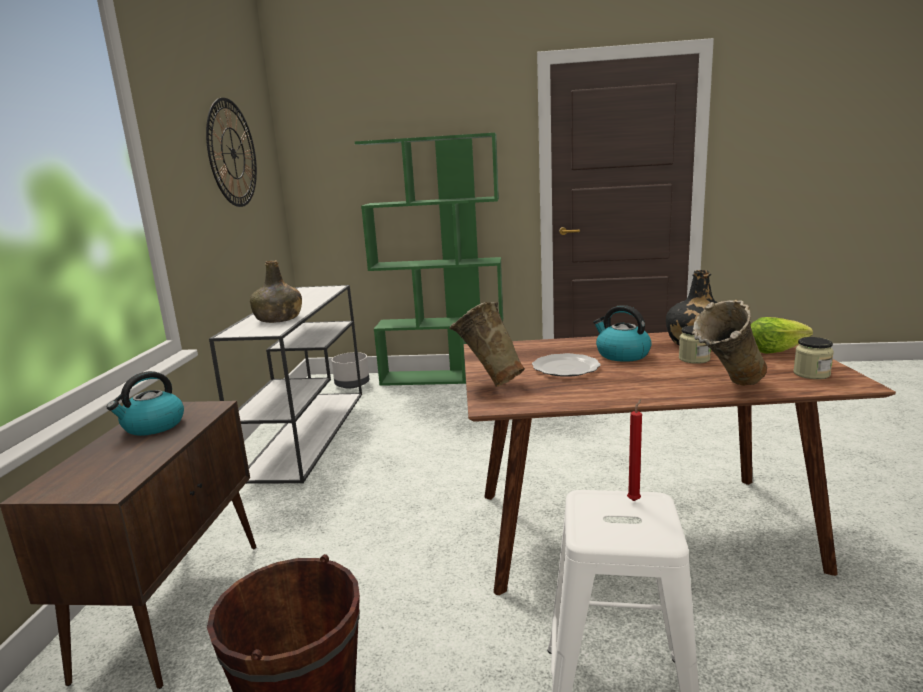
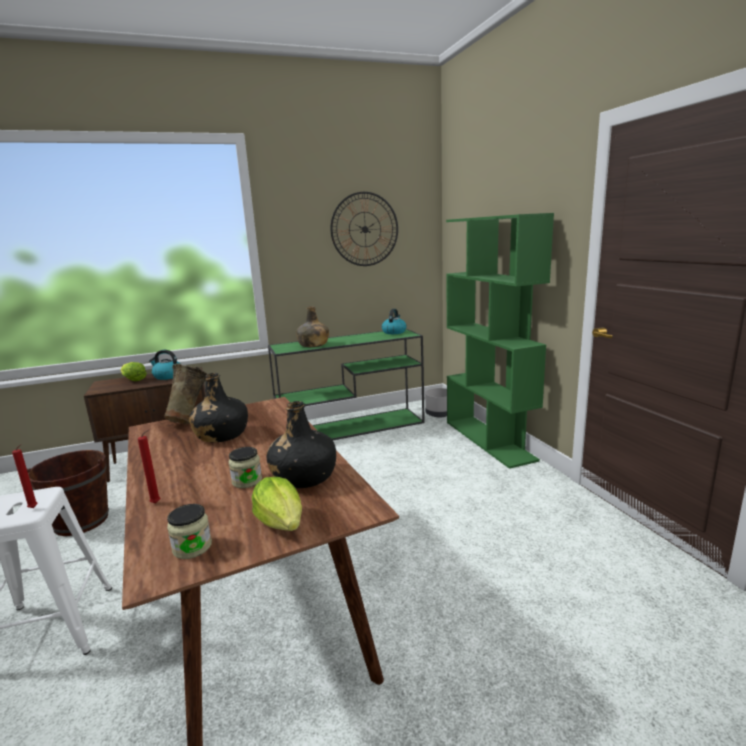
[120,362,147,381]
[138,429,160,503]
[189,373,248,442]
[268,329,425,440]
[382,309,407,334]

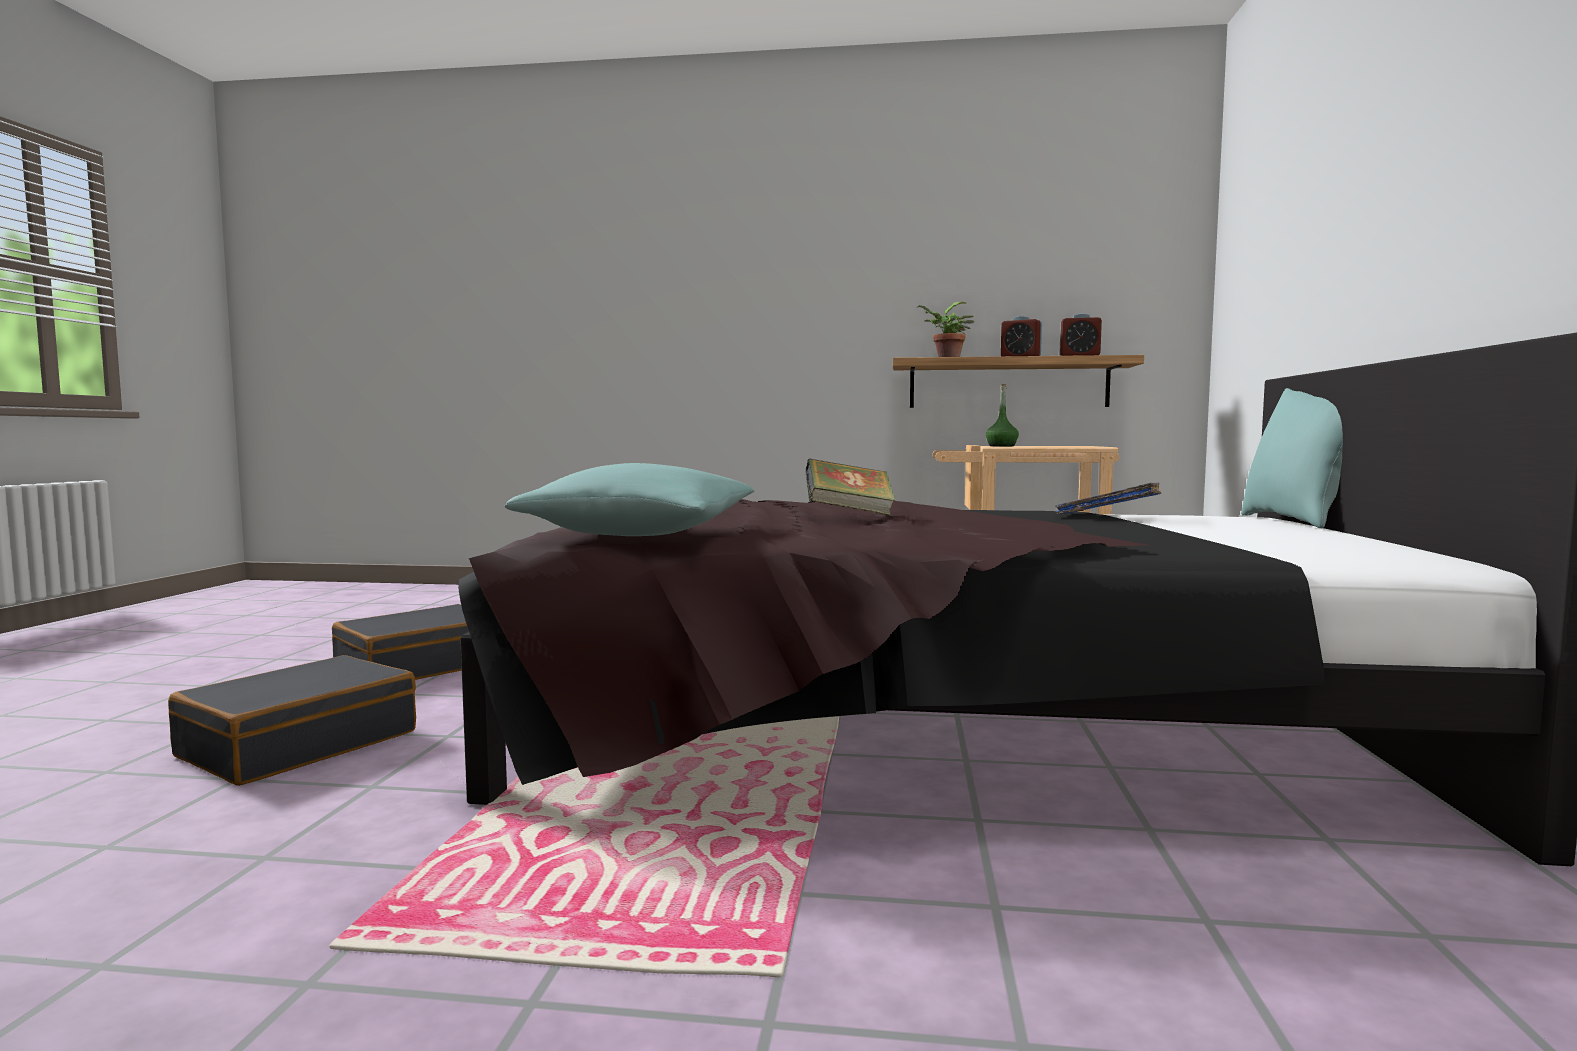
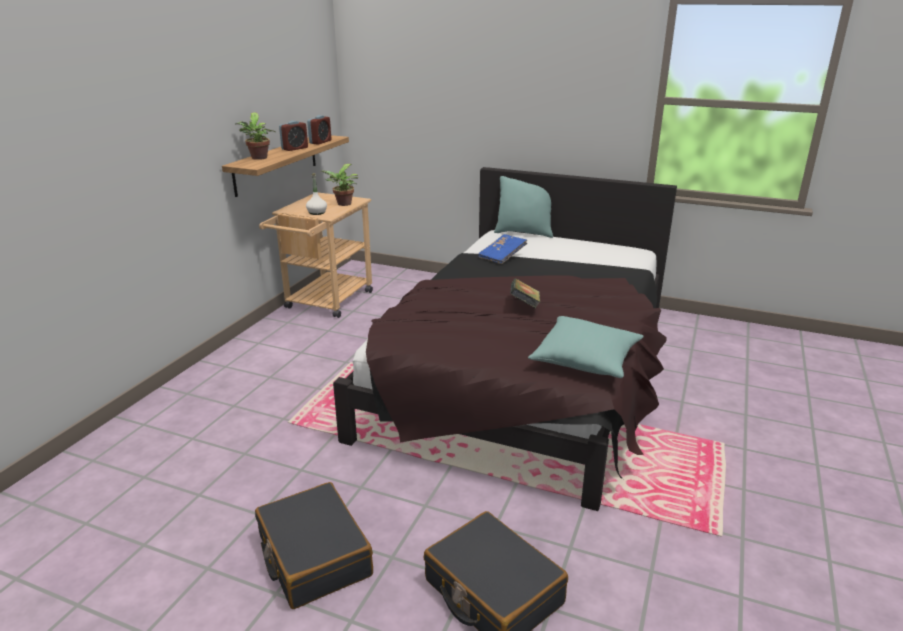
[306,173,327,215]
[320,164,359,206]

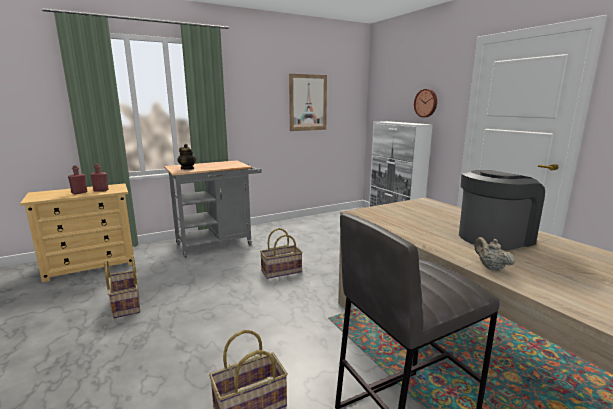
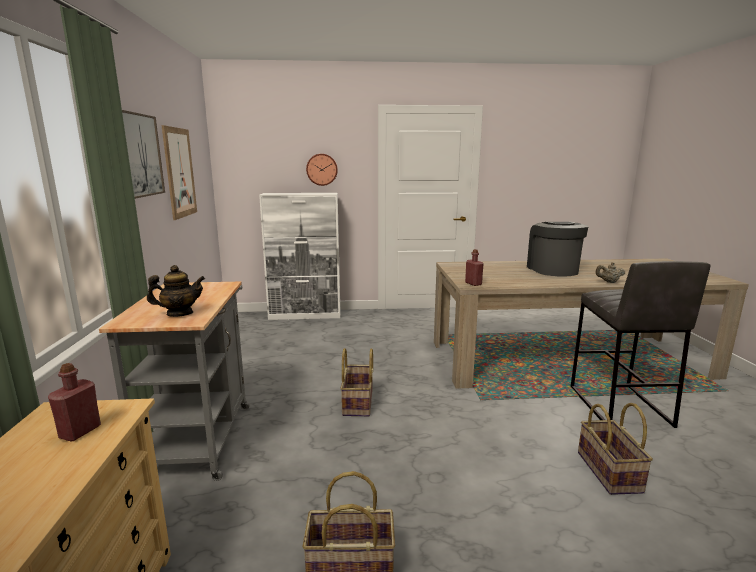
[122,110,165,199]
[465,249,484,286]

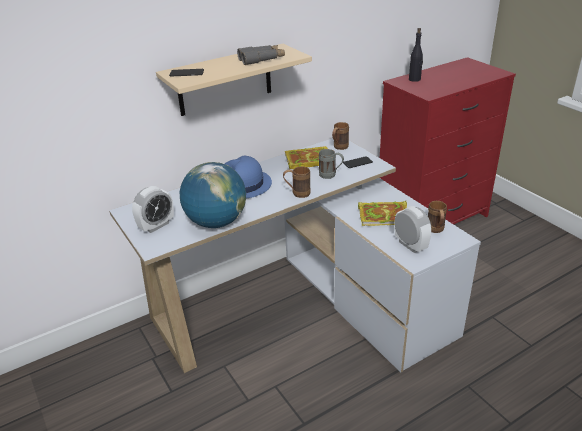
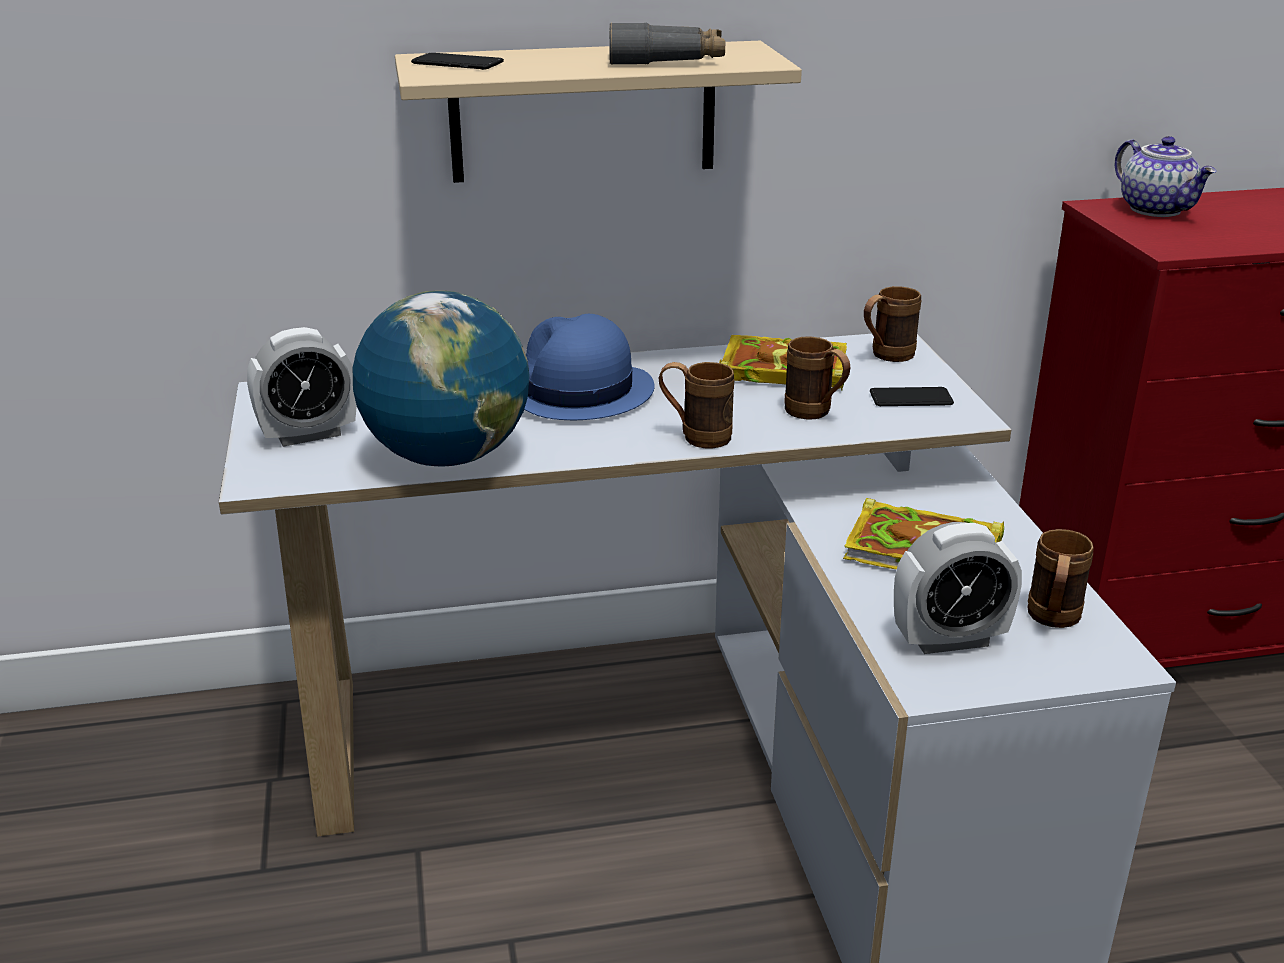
[784,336,851,420]
[894,522,1022,654]
[1114,136,1216,217]

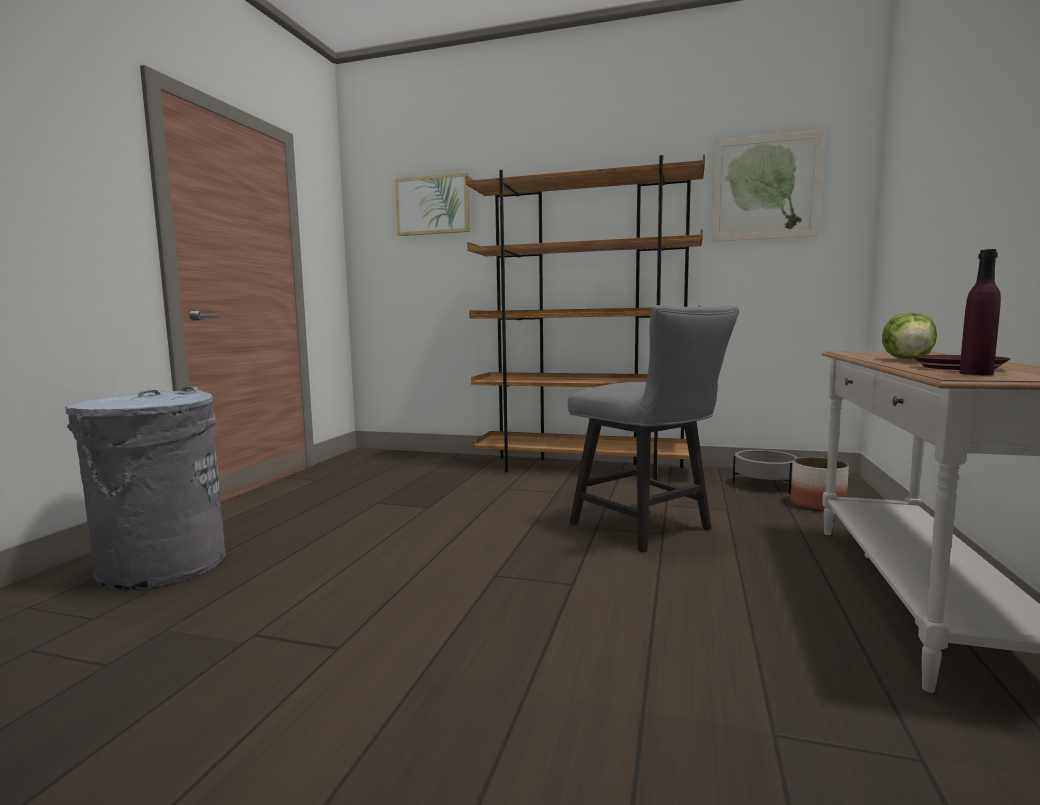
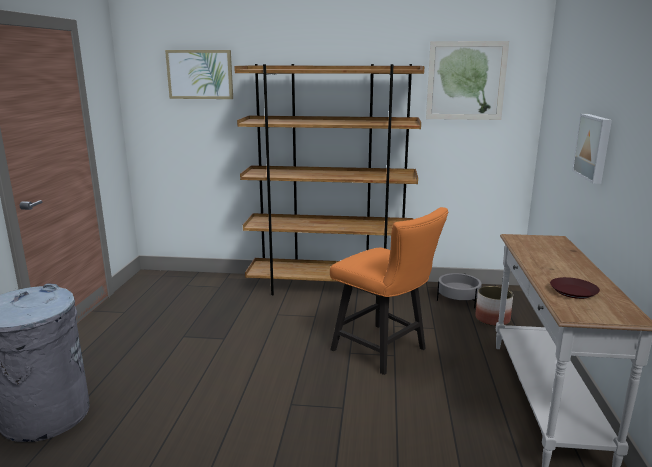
[330,207,448,375]
[572,114,612,184]
[882,313,937,360] (first image)
[959,249,1001,375] (first image)

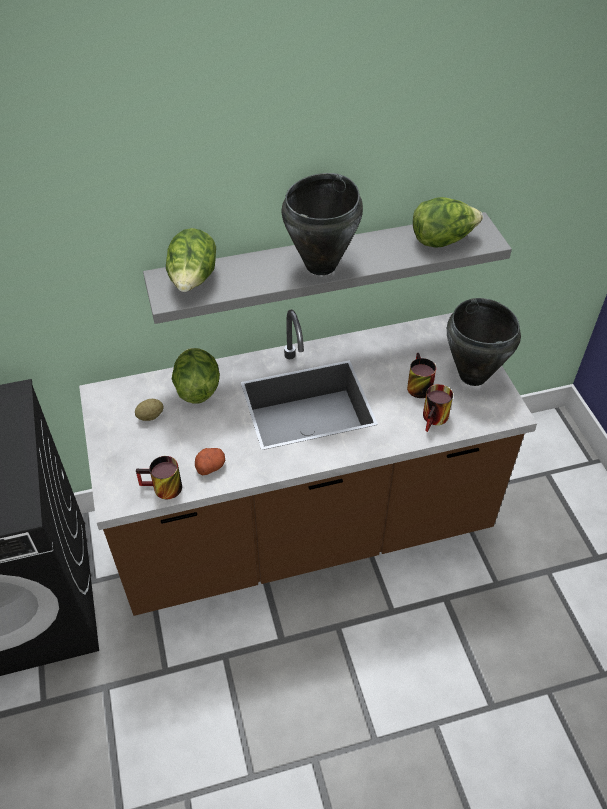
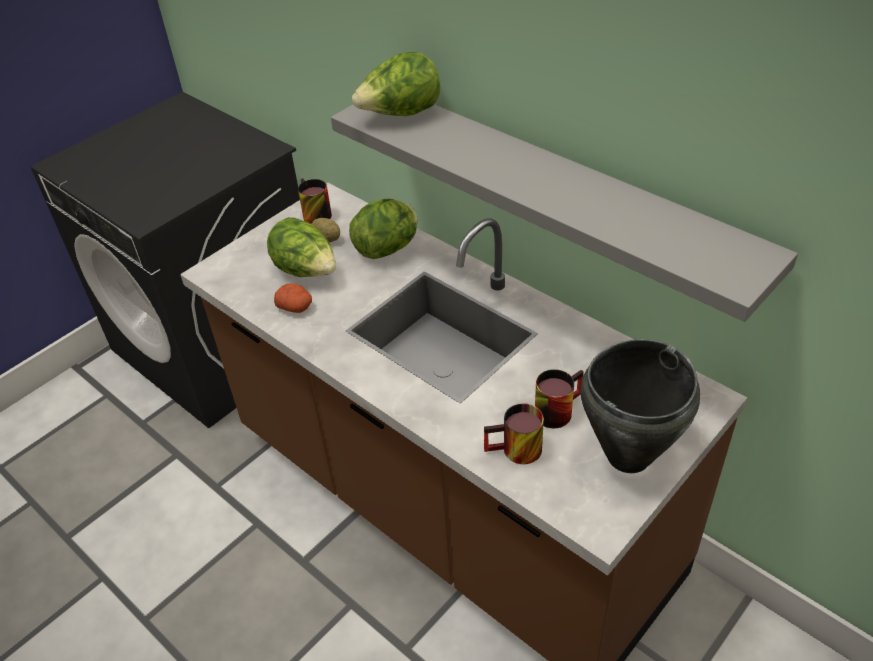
[267,217,336,277]
[298,178,332,224]
[282,173,363,275] (first image)

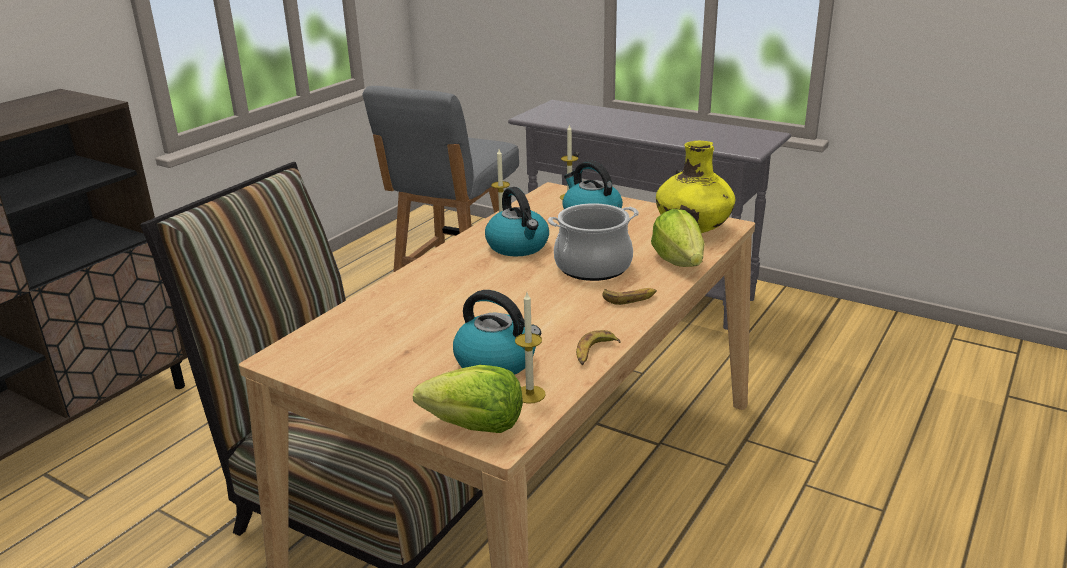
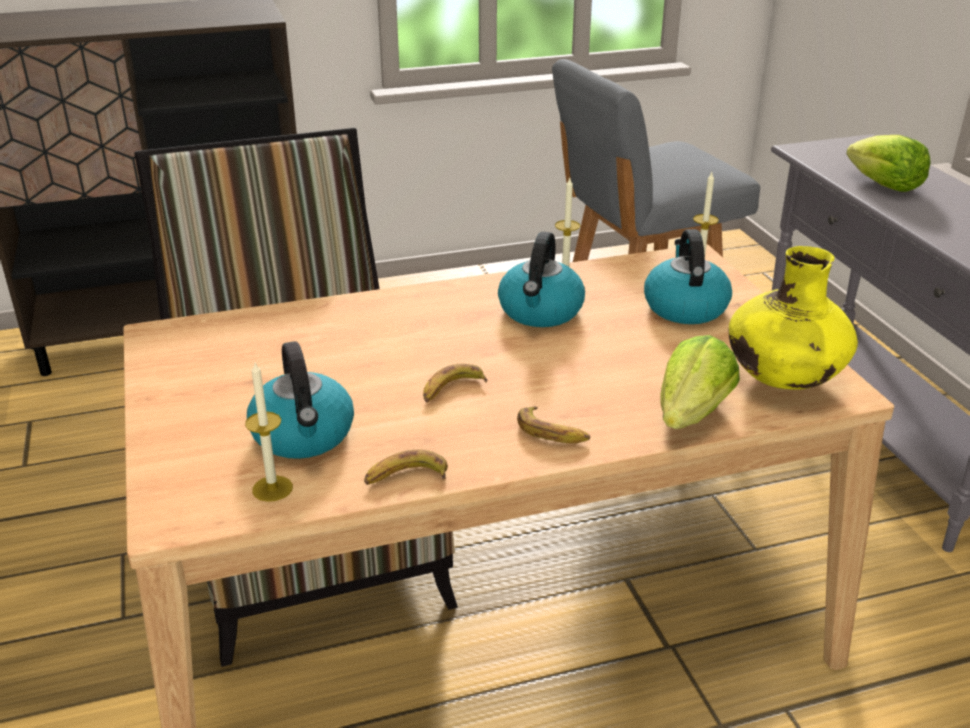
[423,364,487,403]
[846,135,931,192]
[548,203,639,281] (first image)

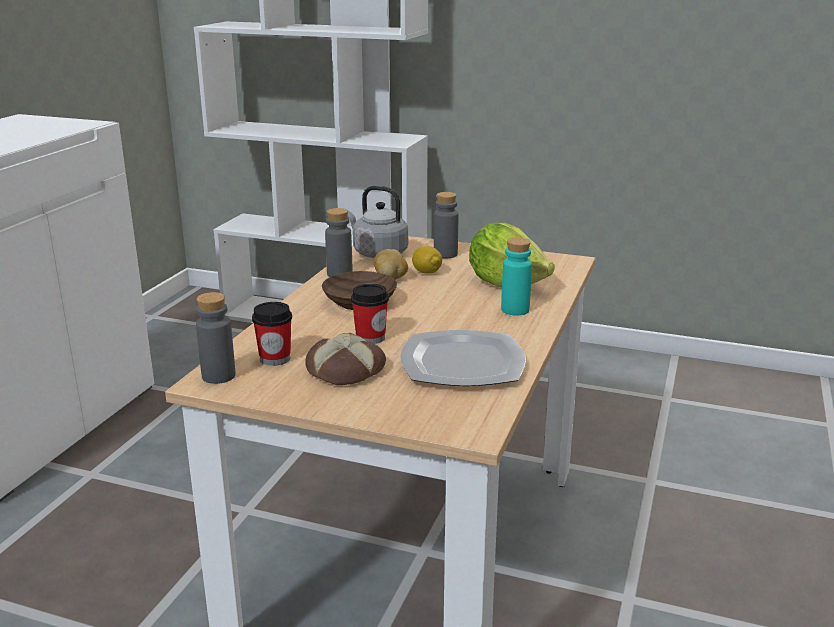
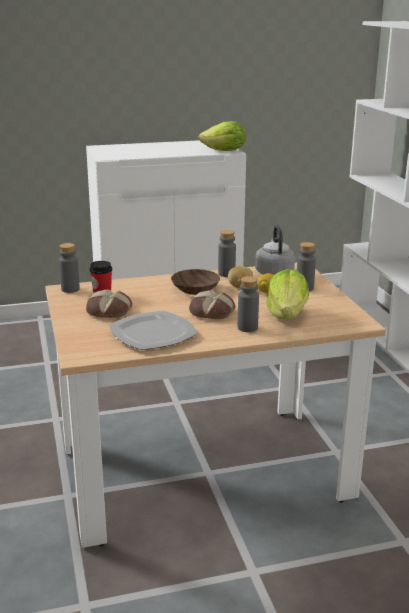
[189,290,235,319]
[199,121,246,151]
[238,276,259,332]
[351,284,389,344] (first image)

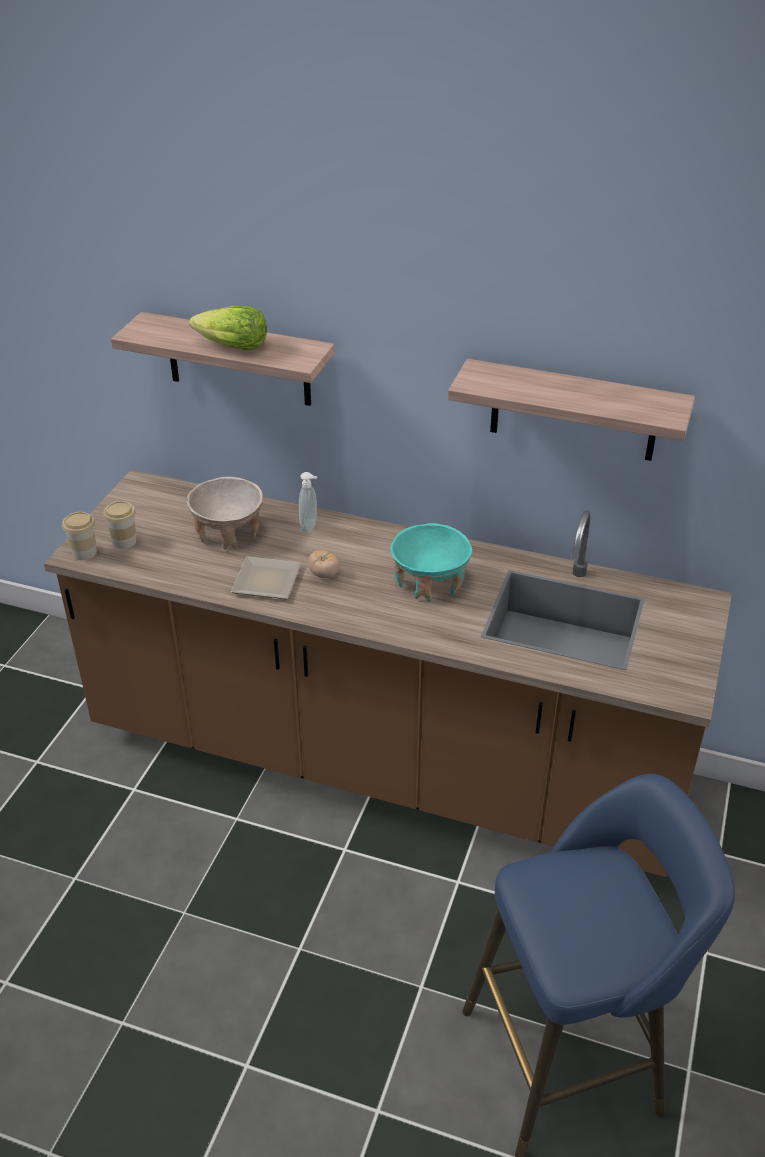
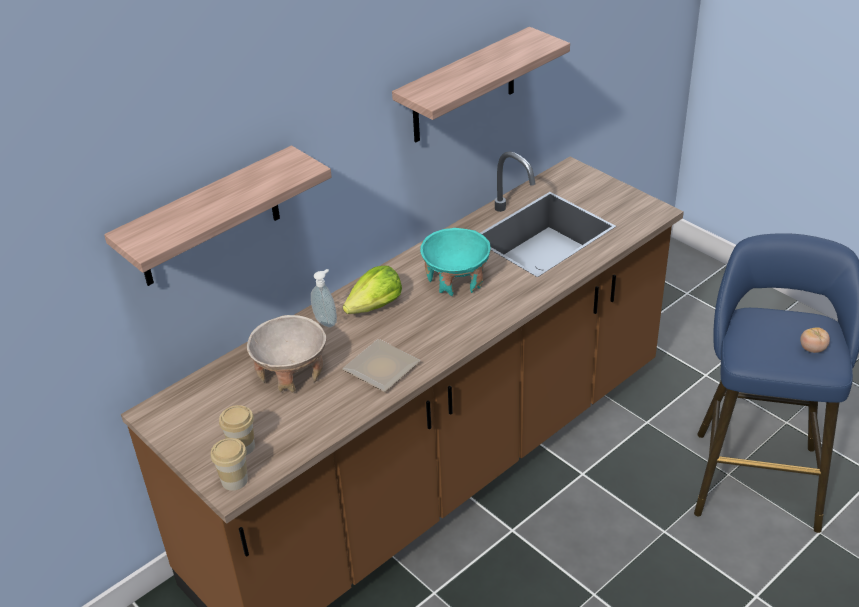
[343,265,402,314]
[800,328,830,353]

